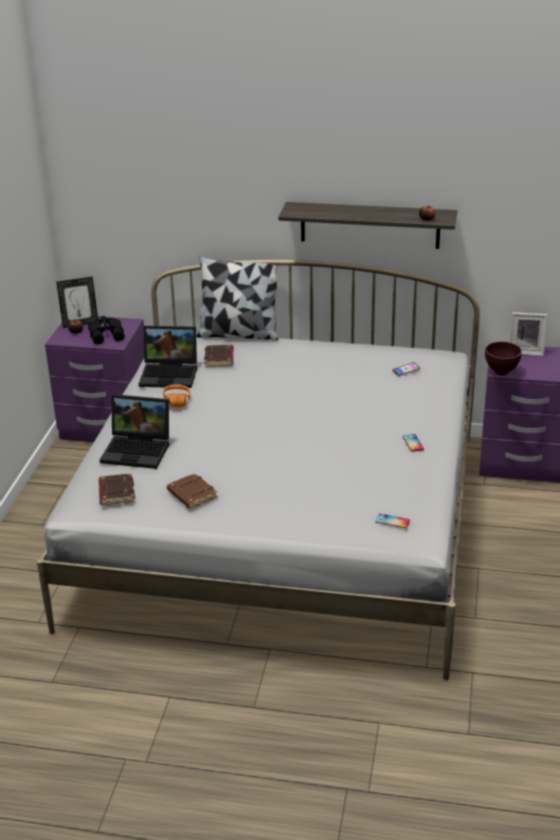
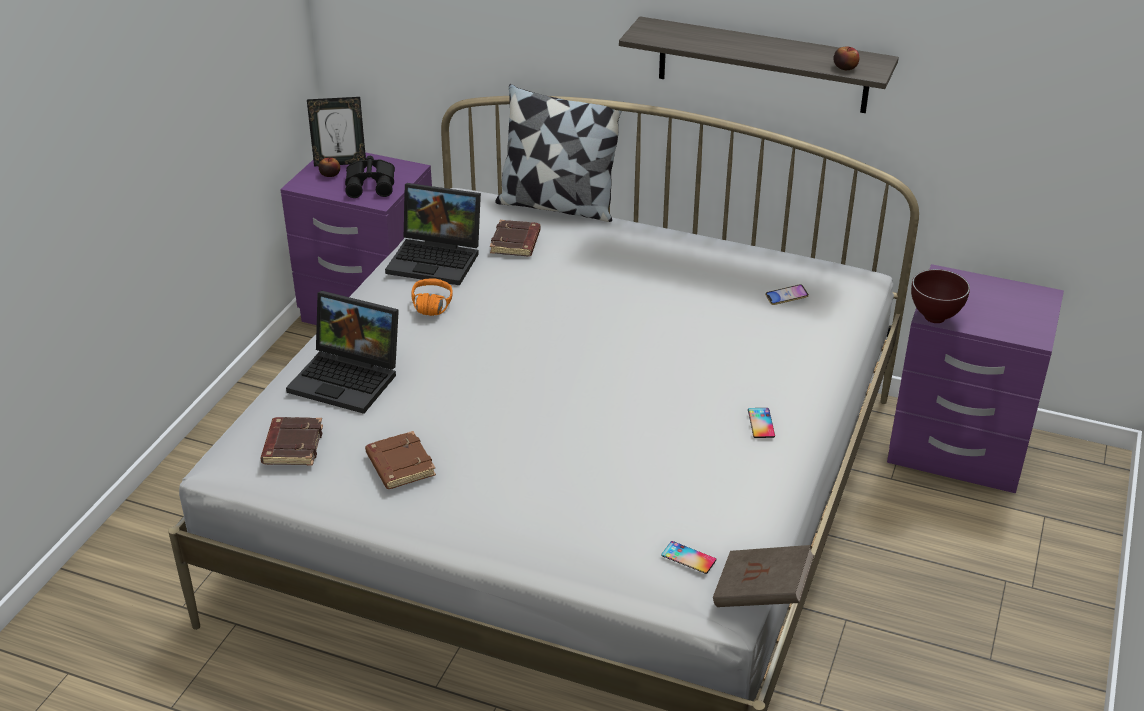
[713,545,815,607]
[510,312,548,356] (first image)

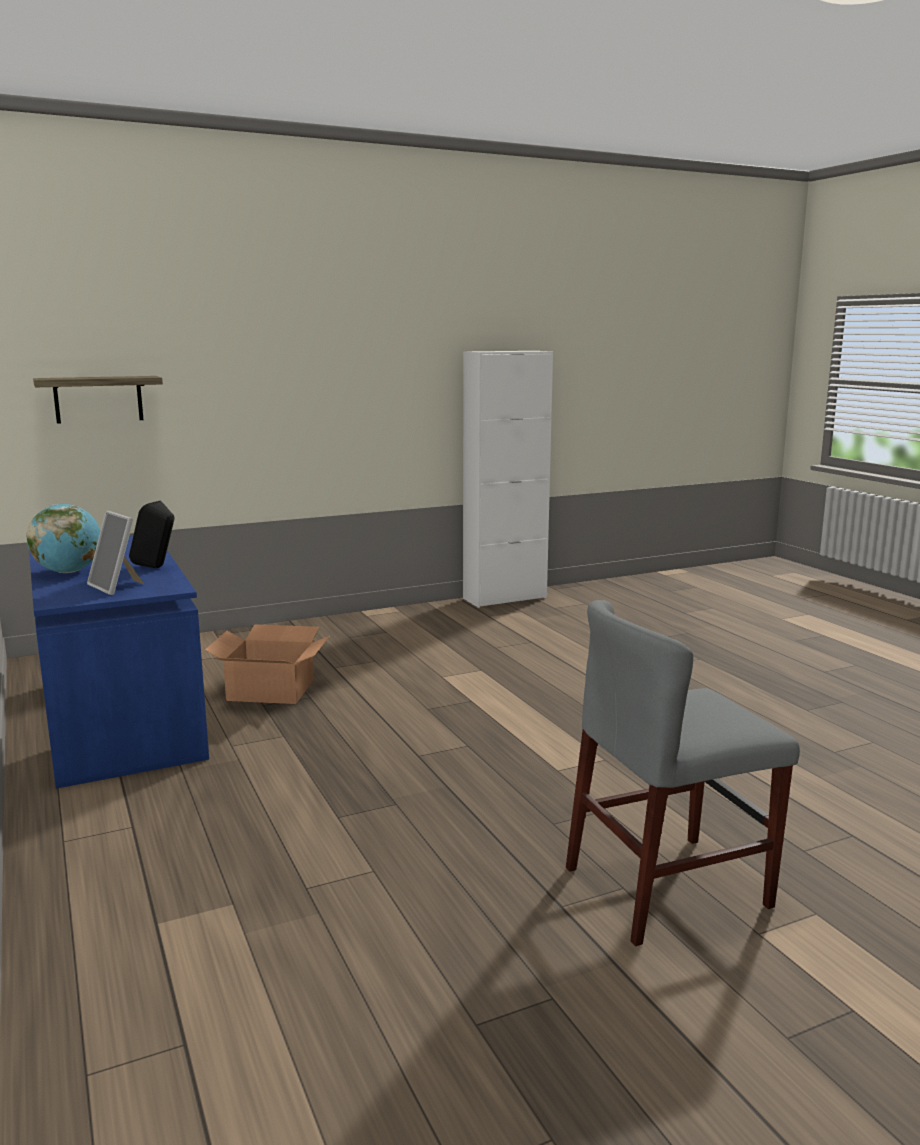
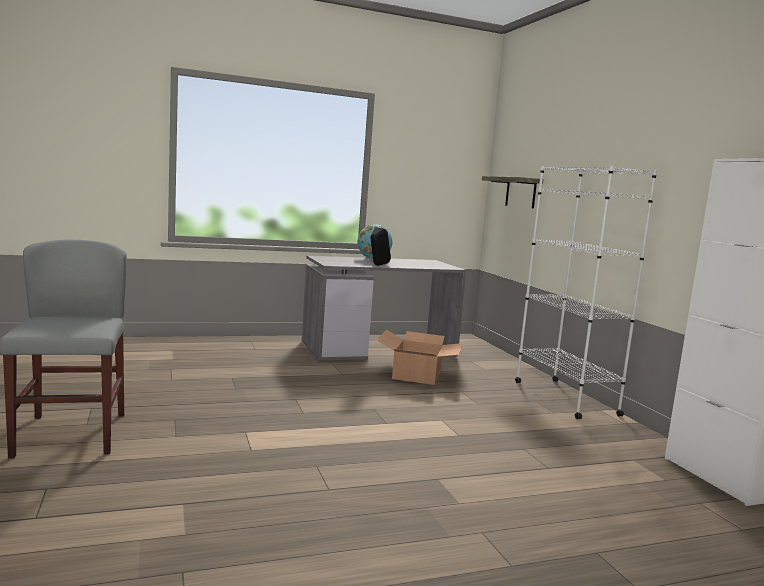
[302,256,466,361]
[515,166,657,419]
[87,511,144,595] (first image)

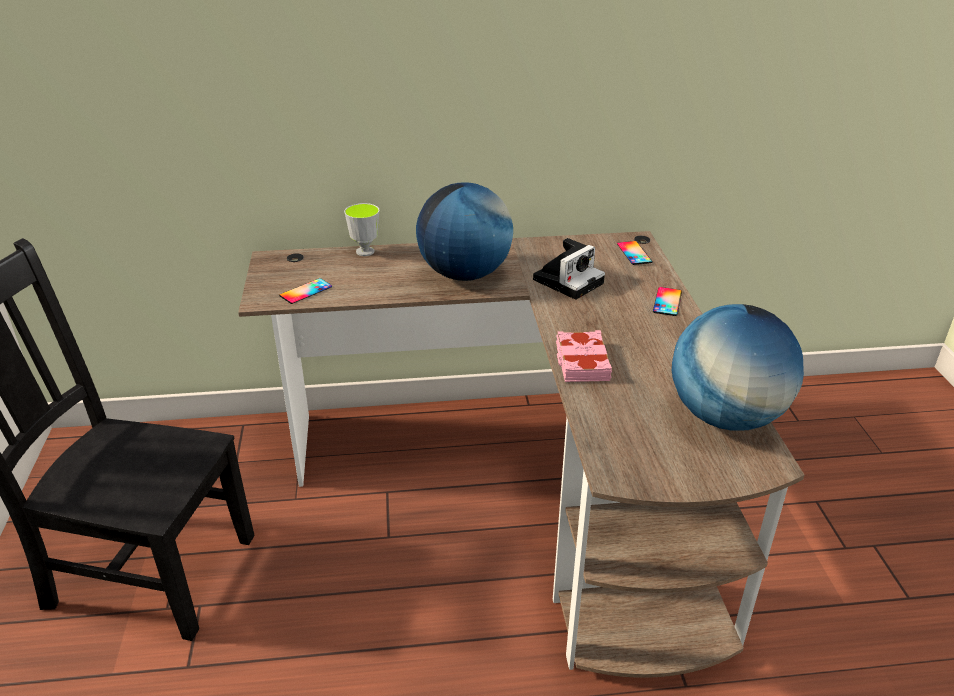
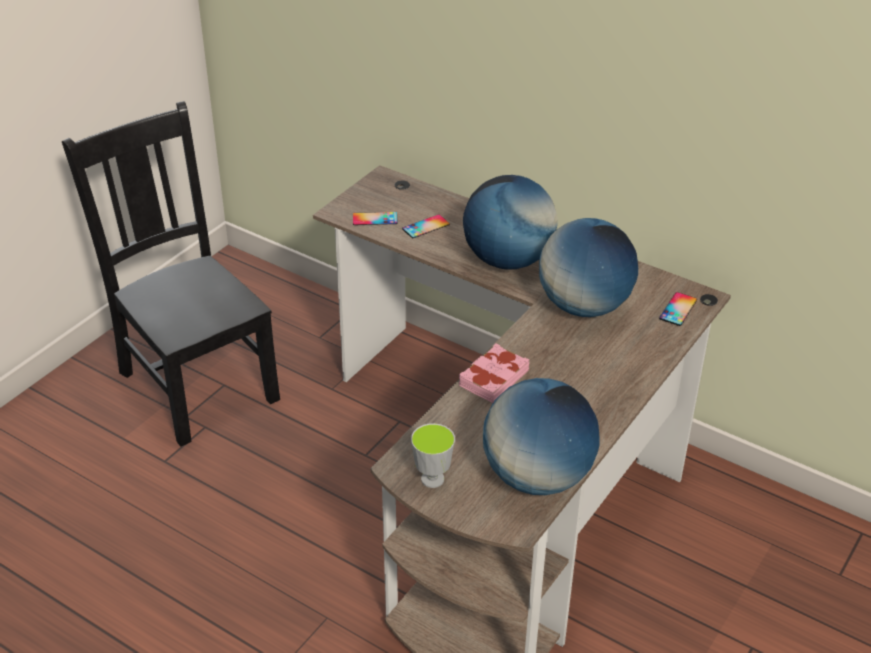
[402,215,450,238]
[411,423,455,488]
[539,218,638,317]

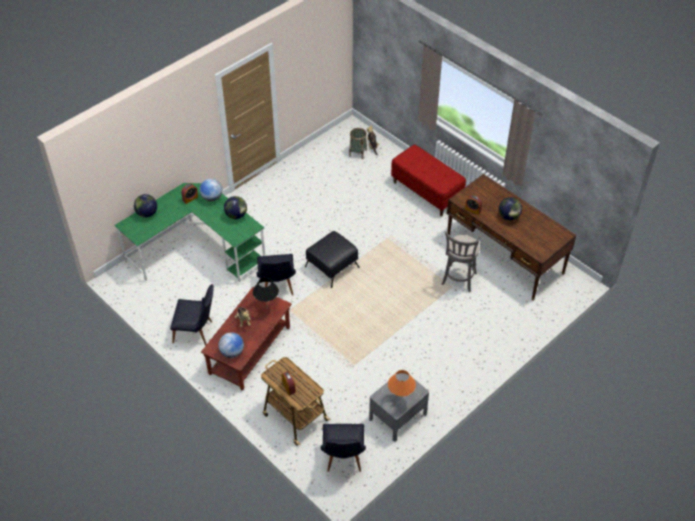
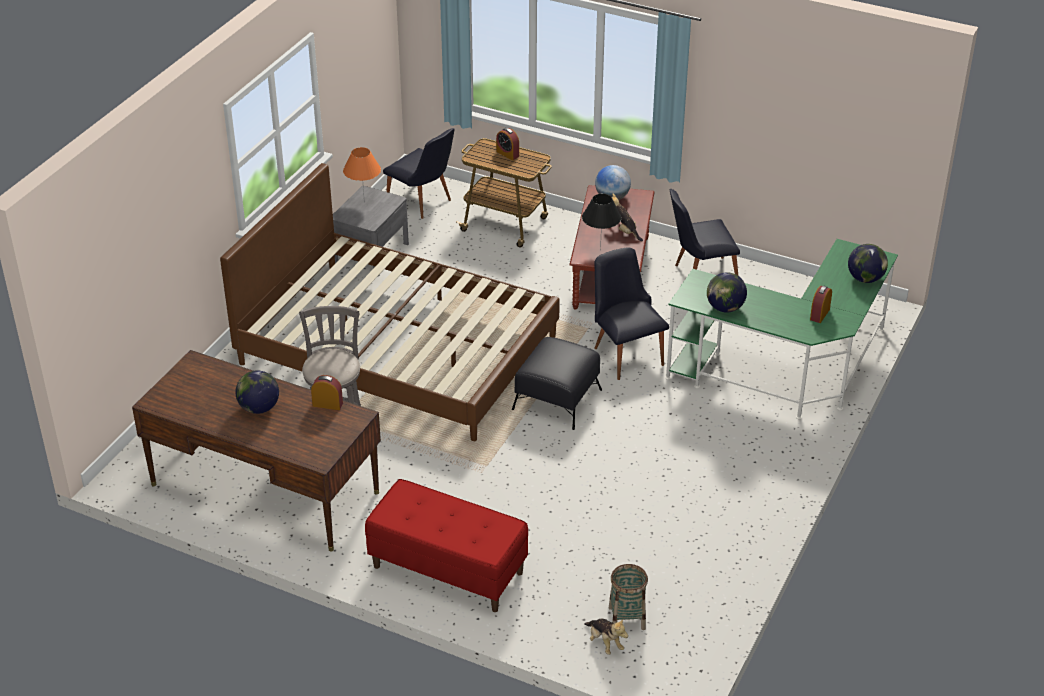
[220,163,560,441]
[383,128,455,219]
[199,178,222,201] (first image)

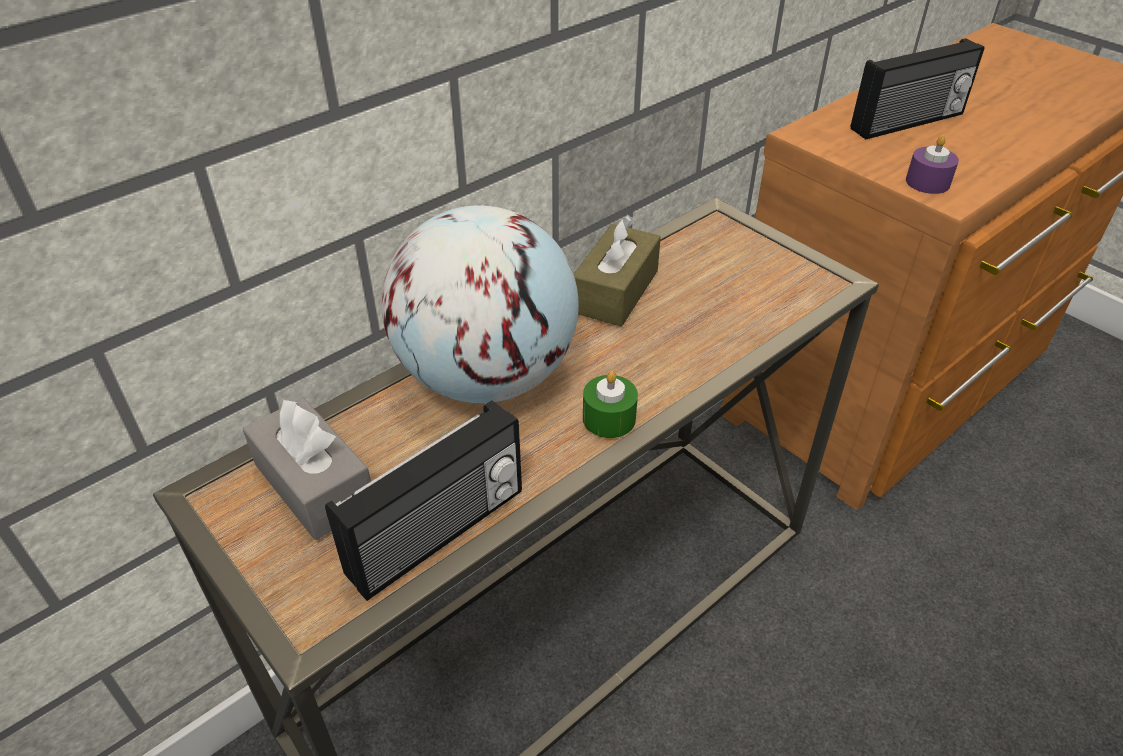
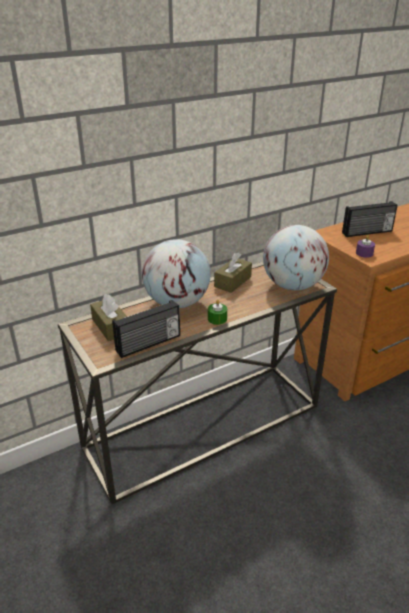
[90,294,127,341]
[263,225,329,290]

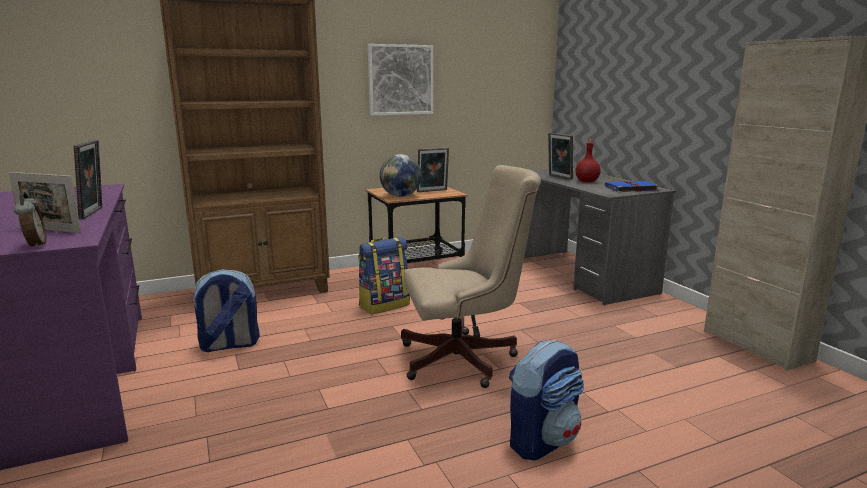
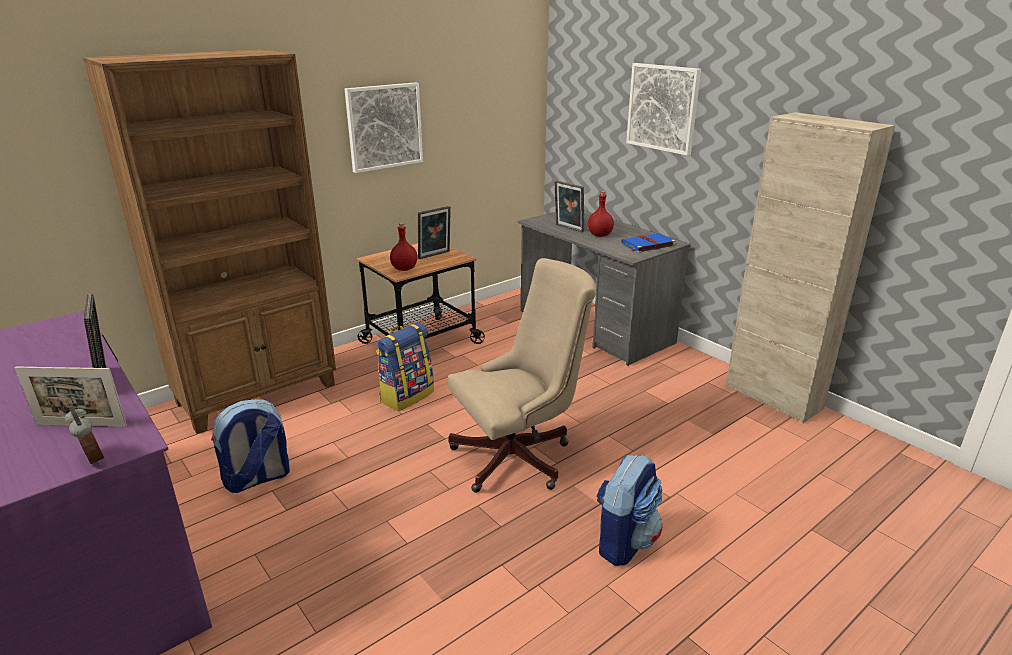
[390,223,417,271]
[626,63,701,155]

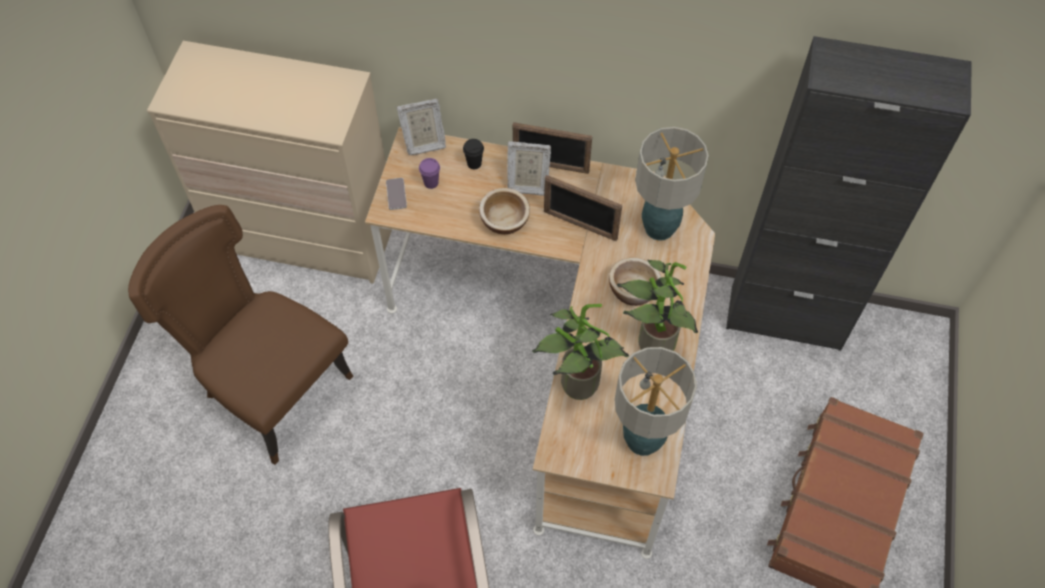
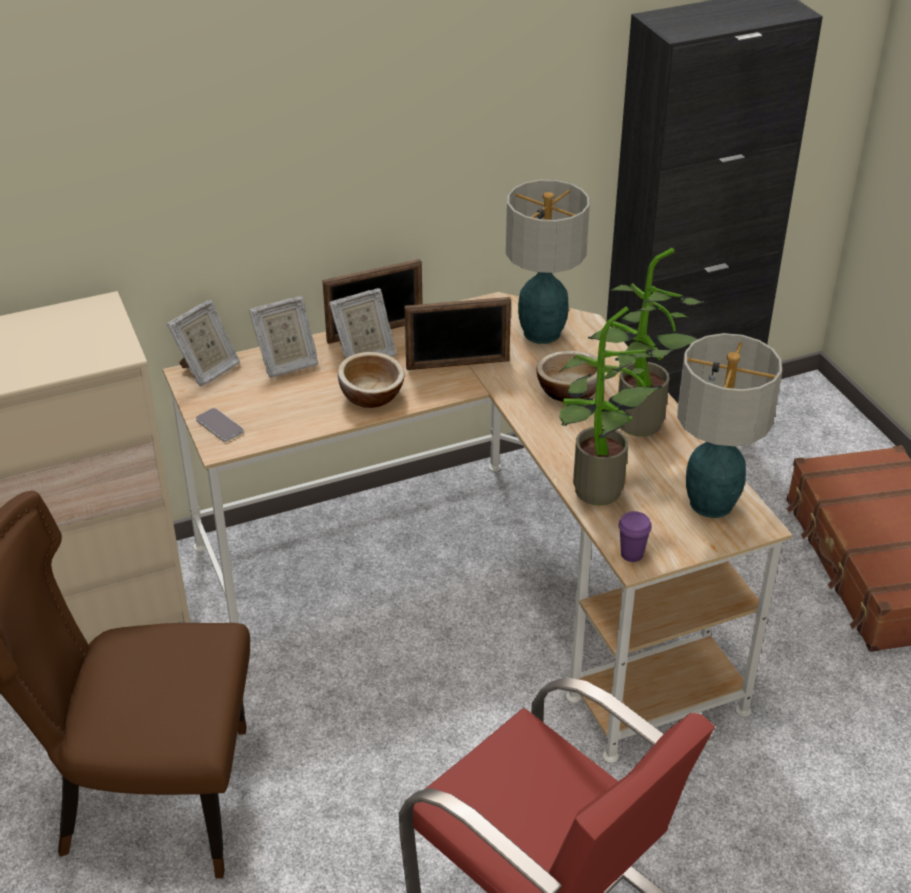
[249,296,318,378]
[618,511,652,562]

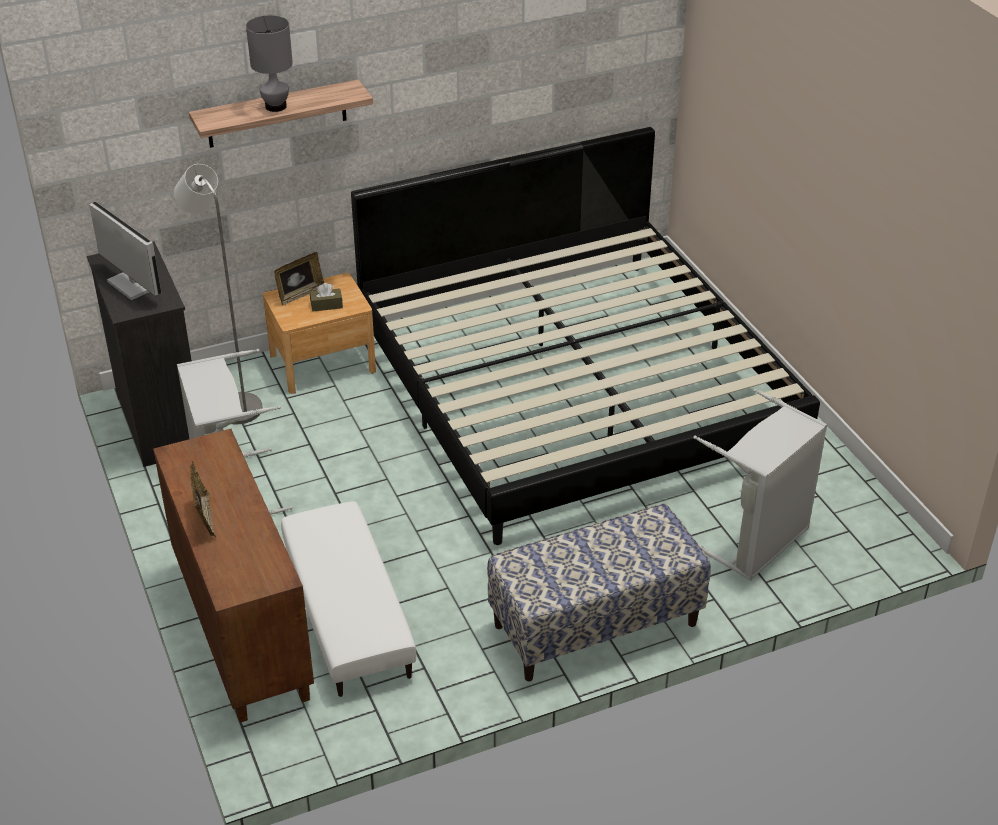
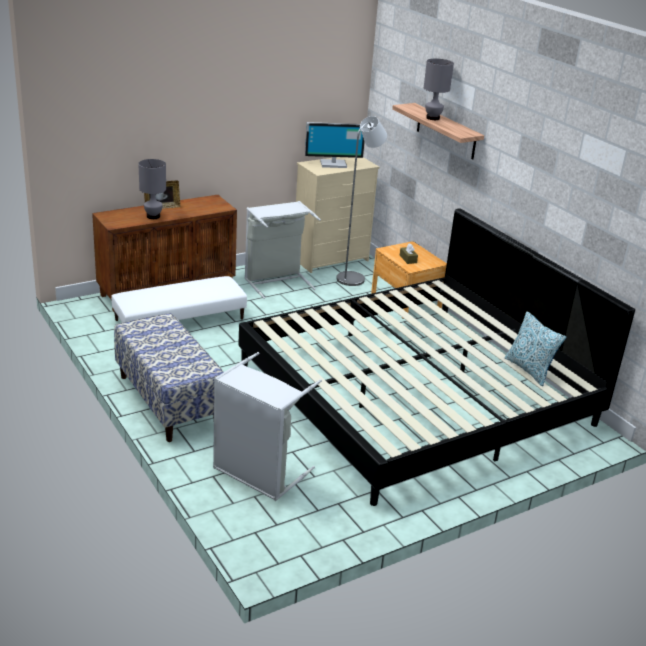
[138,159,166,219]
[296,157,379,273]
[305,122,365,168]
[505,311,566,386]
[274,252,324,305] (first image)

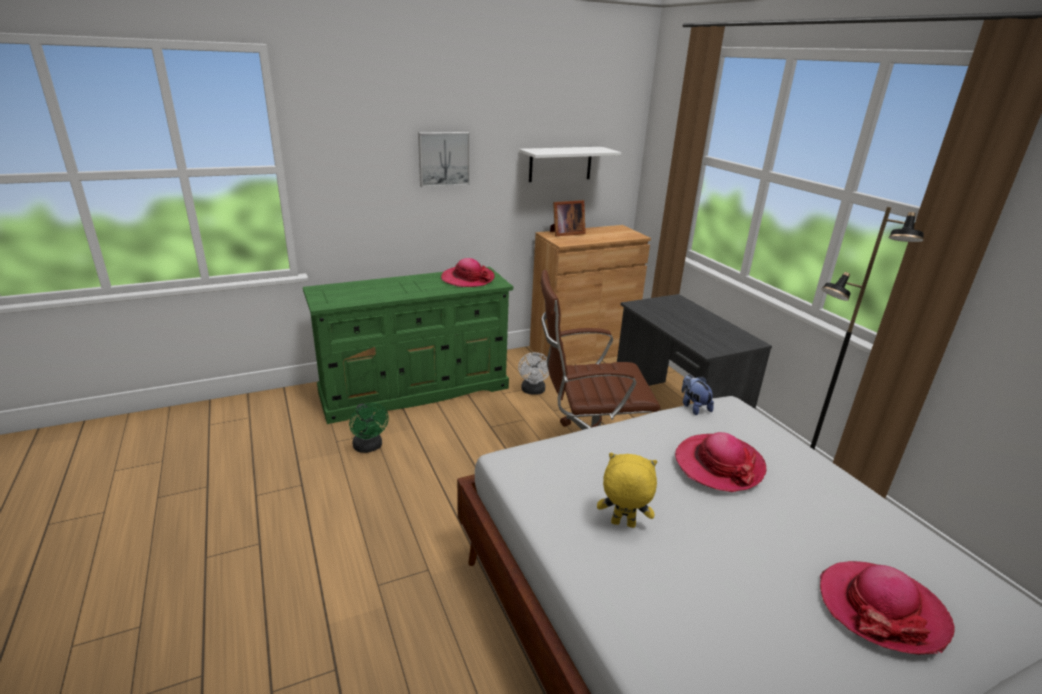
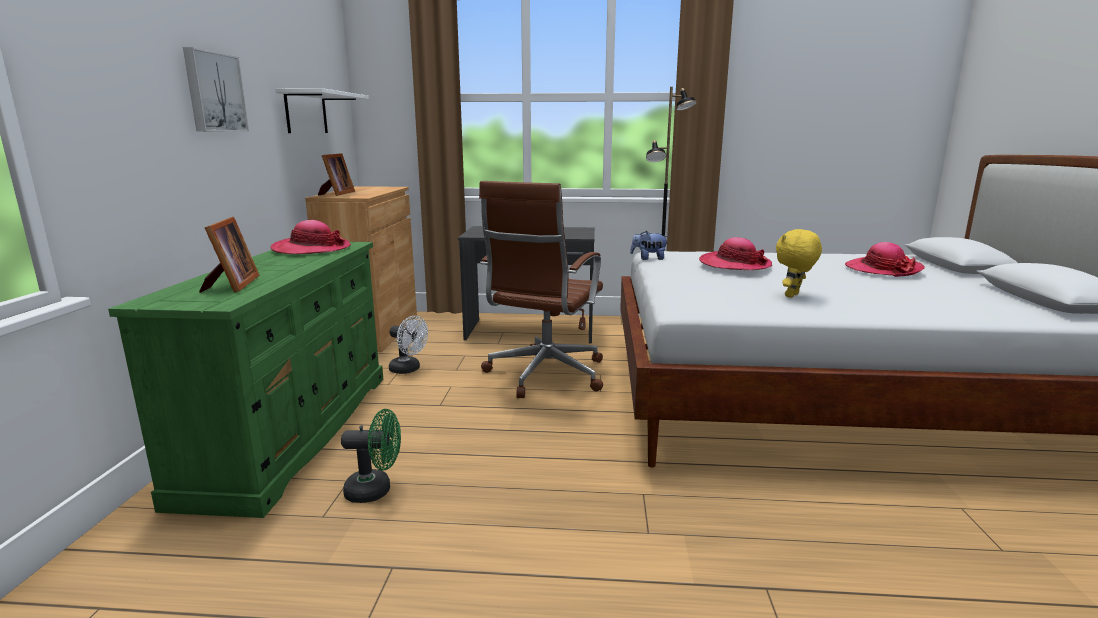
[199,217,260,293]

